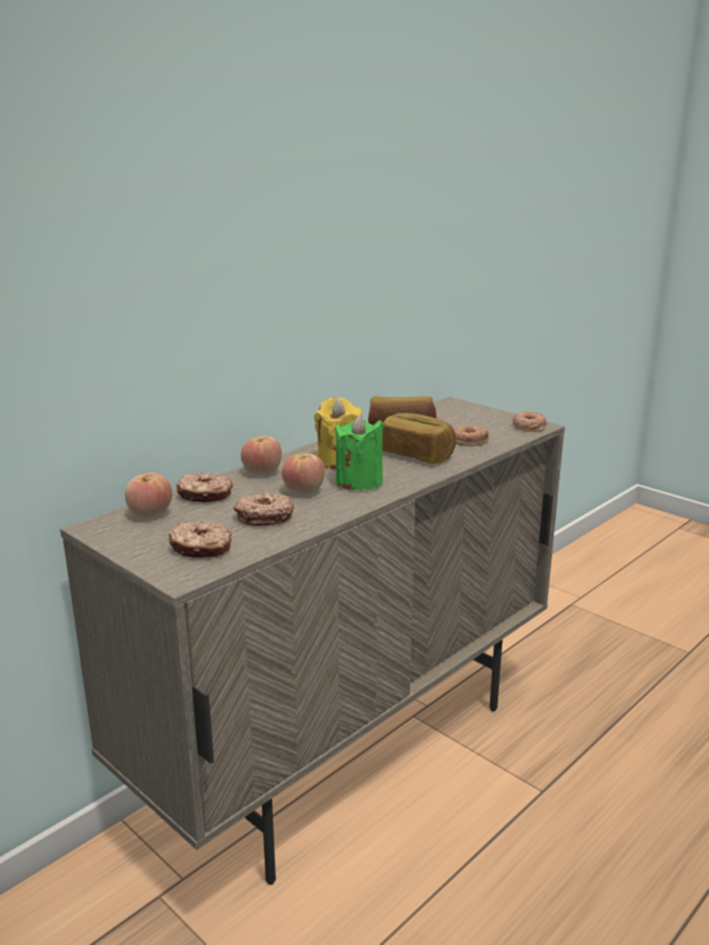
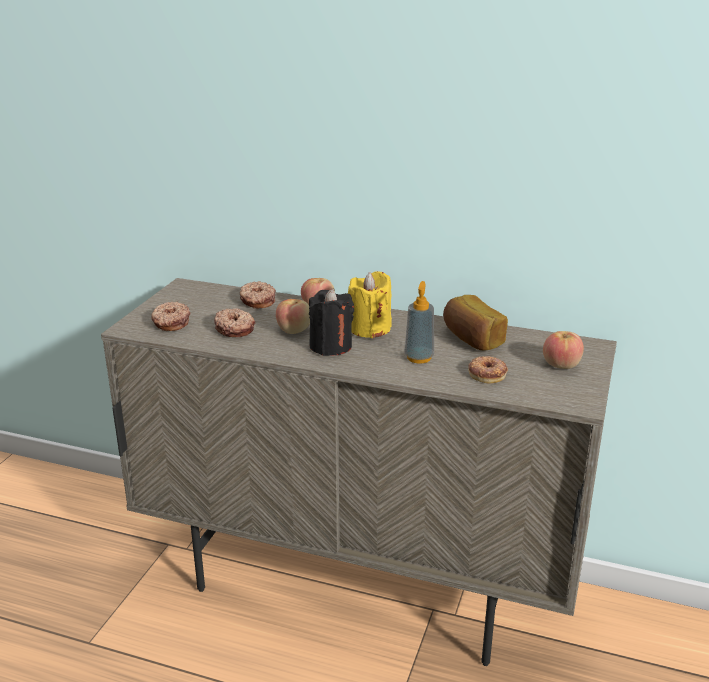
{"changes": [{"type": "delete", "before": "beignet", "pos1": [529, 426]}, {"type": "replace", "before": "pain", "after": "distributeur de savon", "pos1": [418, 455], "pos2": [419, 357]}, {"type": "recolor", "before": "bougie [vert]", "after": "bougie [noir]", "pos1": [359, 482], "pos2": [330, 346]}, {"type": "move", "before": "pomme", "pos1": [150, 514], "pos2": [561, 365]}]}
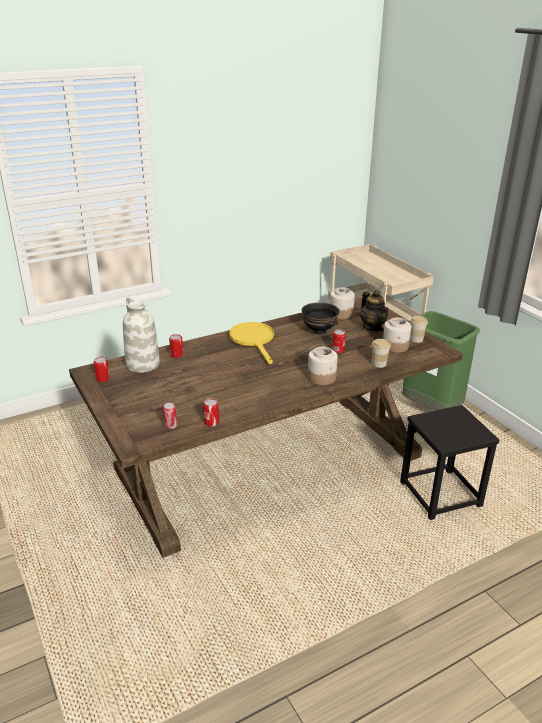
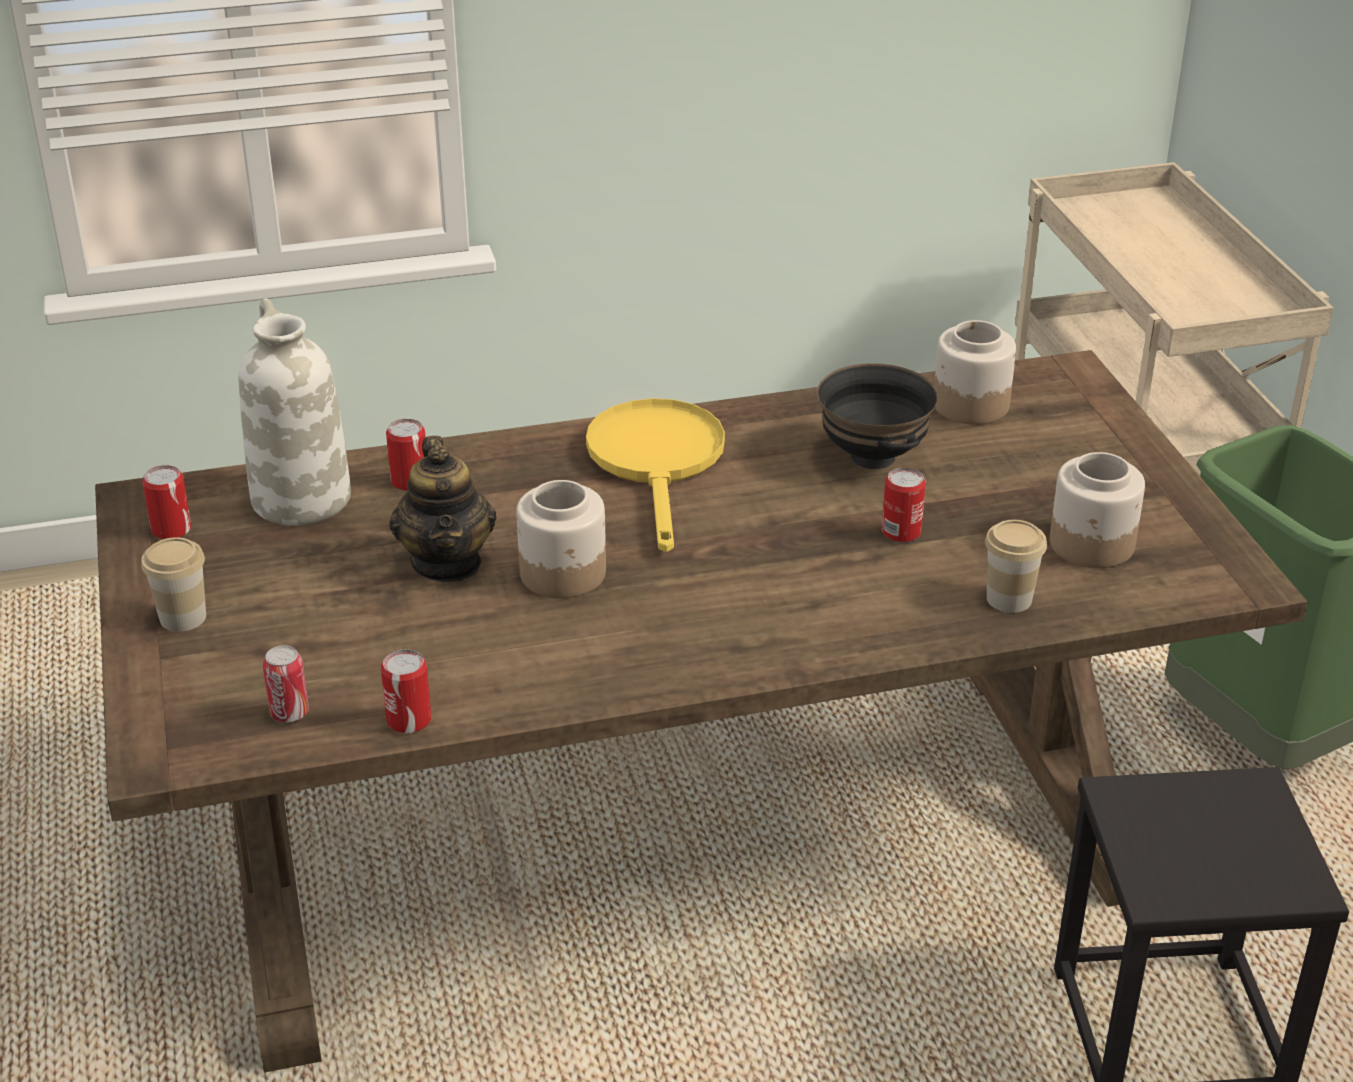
{"changes": [{"type": "move", "before": "théière", "pos1": [372, 327], "pos2": [447, 562]}, {"type": "move", "before": "tasse", "pos1": [416, 339], "pos2": [183, 617]}, {"type": "move", "before": "bocal", "pos1": [322, 378], "pos2": [564, 574]}]}
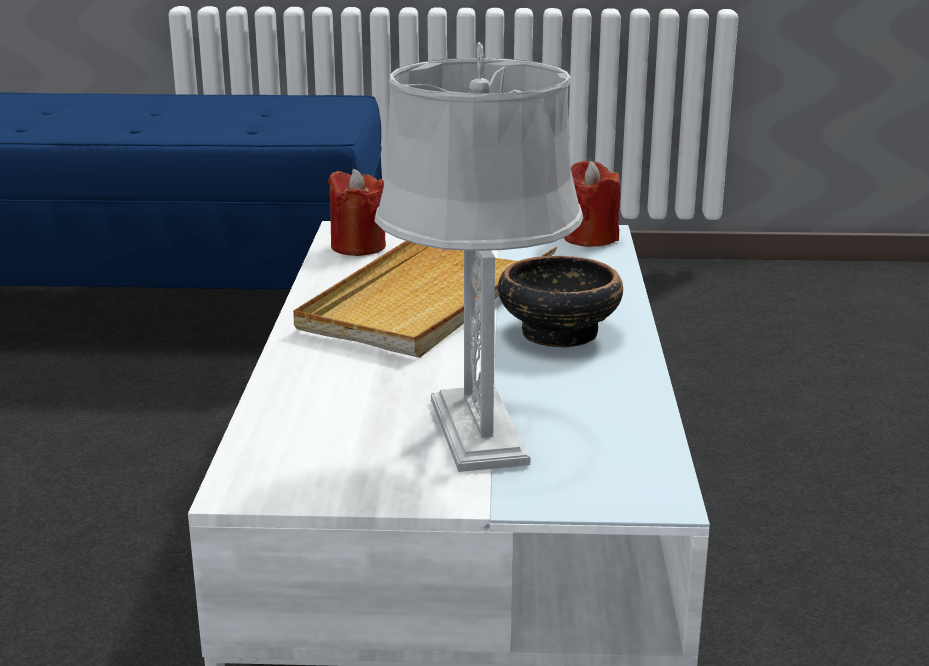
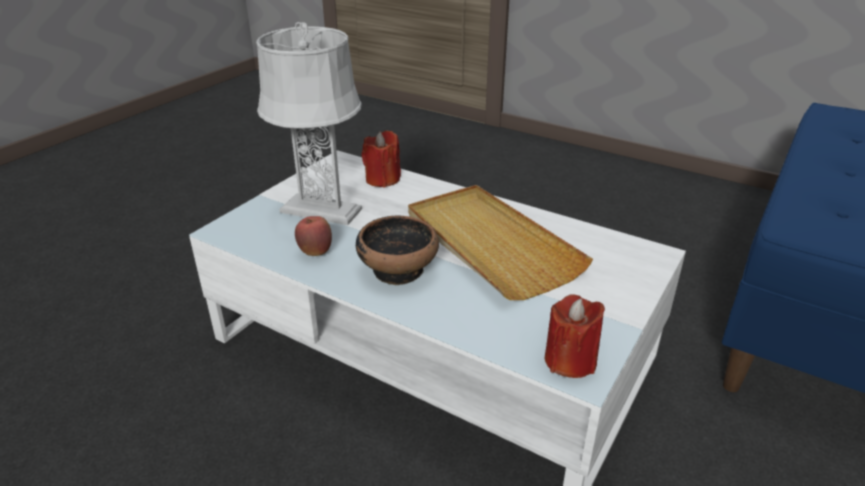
{"changes": [{"type": "move", "before": "bougie [rouge]", "pos1": [358, 247], "pos2": [382, 179]}, {"type": "insert", "after": "pomme", "pos2": [315, 252]}]}
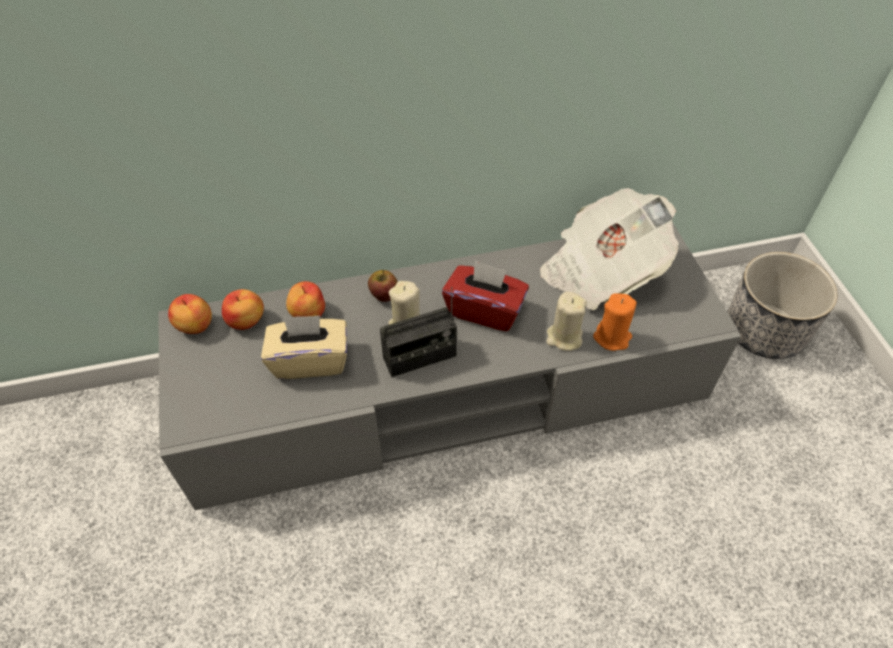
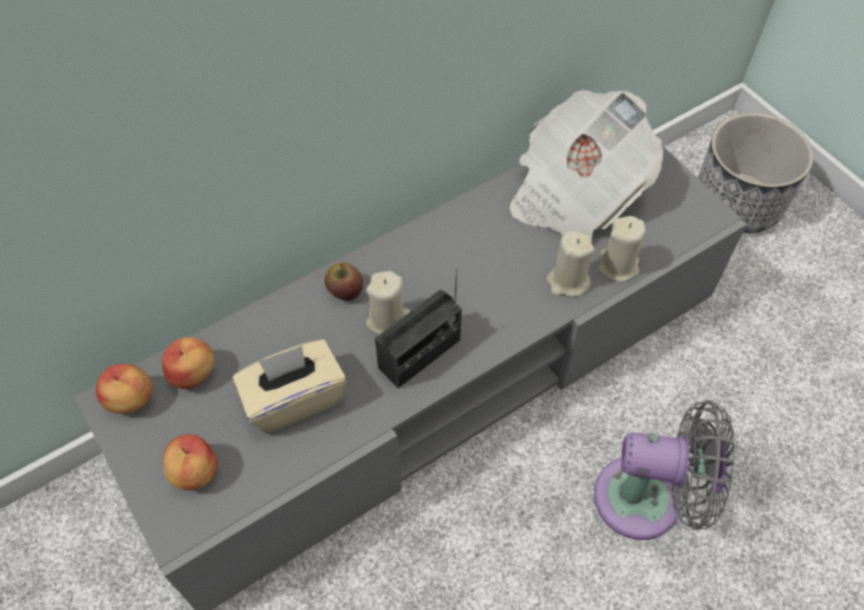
{"changes": [{"type": "delete", "before": "boîte à mouchoirs [rouge]", "pos1": [484, 310]}, {"type": "move", "before": "pomme", "pos1": [307, 313], "pos2": [194, 472]}, {"type": "recolor", "before": "bougie [orange]", "after": "bougie [beige]", "pos1": [612, 337], "pos2": [618, 266]}, {"type": "insert", "after": "ventilateur [gris]", "pos2": [647, 500]}]}
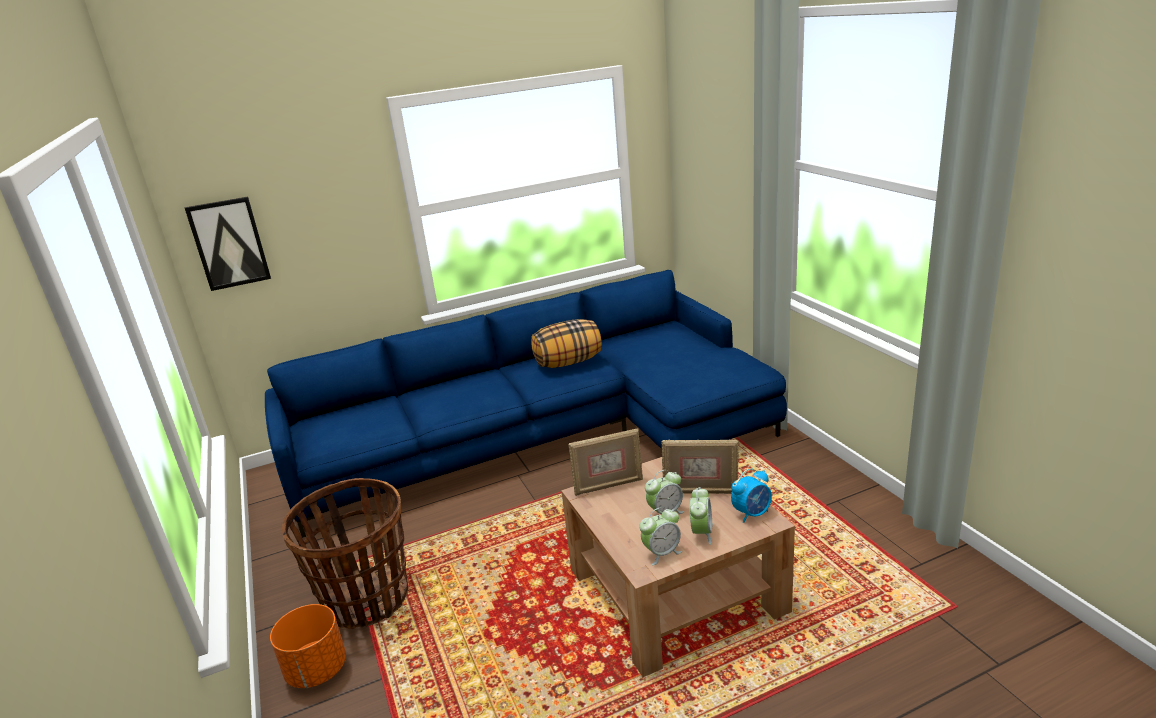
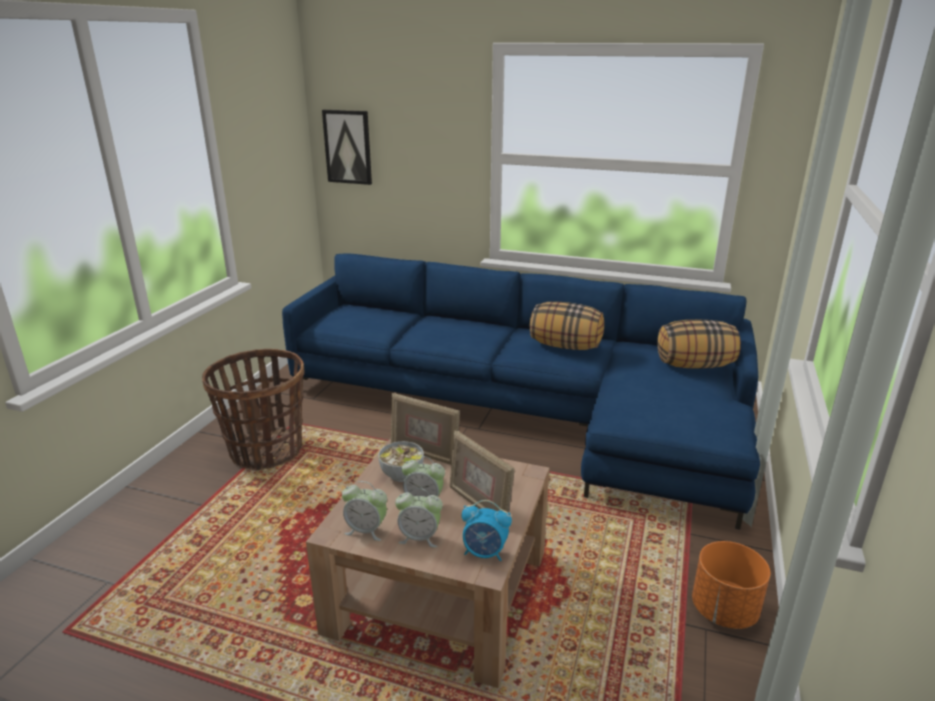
{"changes": [{"type": "rotate", "before": "réveil", "pos1": [701, 533], "pos2": [419, 537], "turn": 45}, {"type": "move", "before": "cache-pot [orange]", "pos1": [316, 670], "pos2": [723, 610]}, {"type": "insert", "after": "coussin", "pos2": [694, 365]}, {"type": "insert", "after": "bol", "pos2": [402, 474]}]}
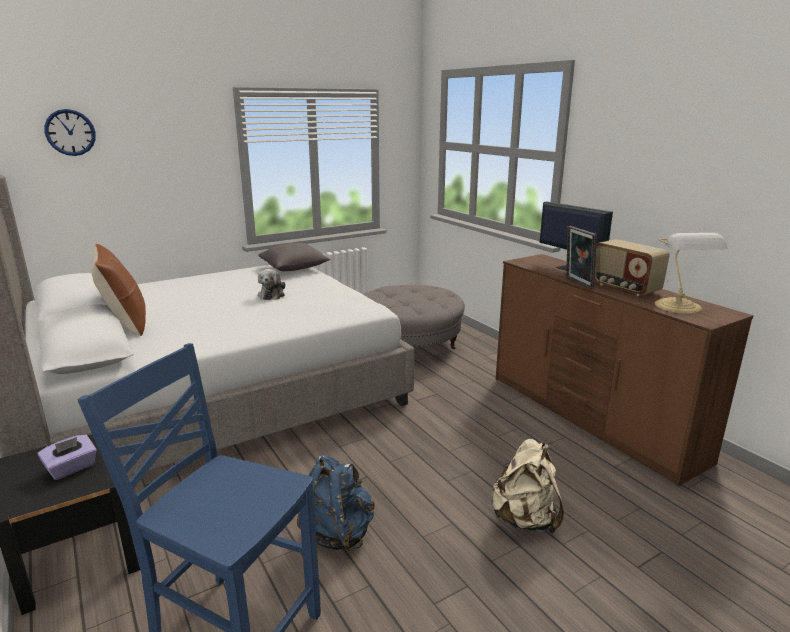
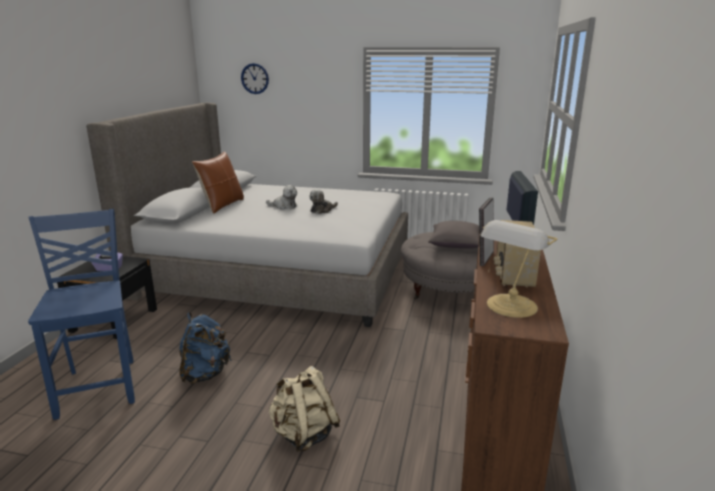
{"changes": [{"type": "move", "before": "coussin [gris]", "pos1": [294, 269], "pos2": [456, 245]}, {"type": "insert", "after": "peluche", "pos2": [284, 206]}]}
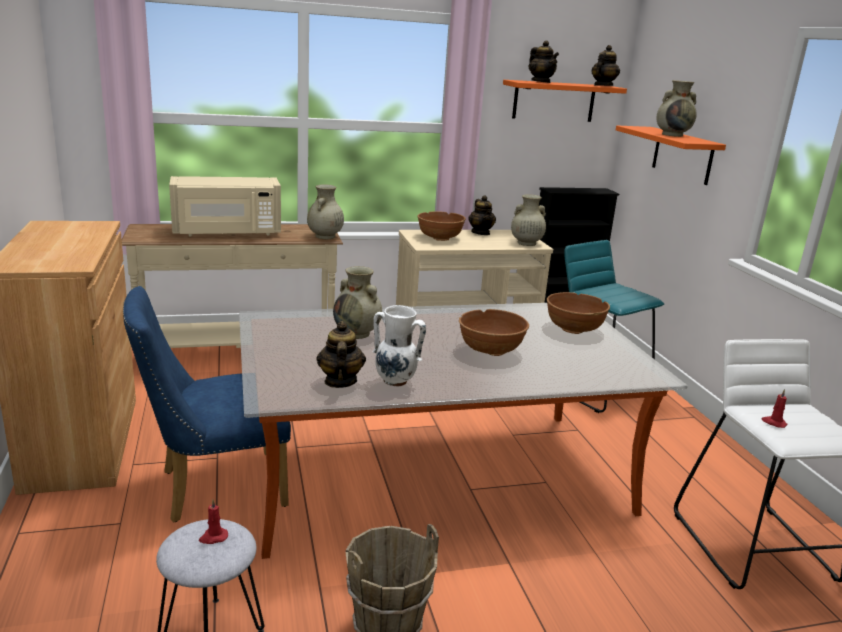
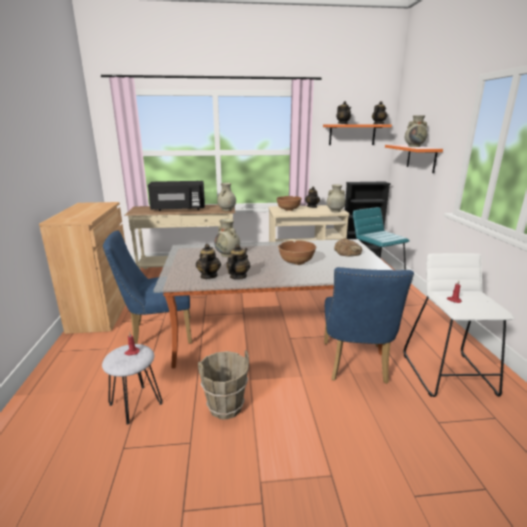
{"changes": [{"type": "recolor", "before": "micro-ondes [beige]", "after": "micro-ondes [noir]", "pos1": [227, 233], "pos2": [178, 209]}, {"type": "replace", "before": "bol [marron]", "after": "pain", "pos1": [573, 328], "pos2": [348, 252]}, {"type": "replace", "before": "vase [blanc]", "after": "théière", "pos1": [396, 382], "pos2": [238, 276]}, {"type": "insert", "after": "chaise [bleu]", "pos2": [355, 366]}]}
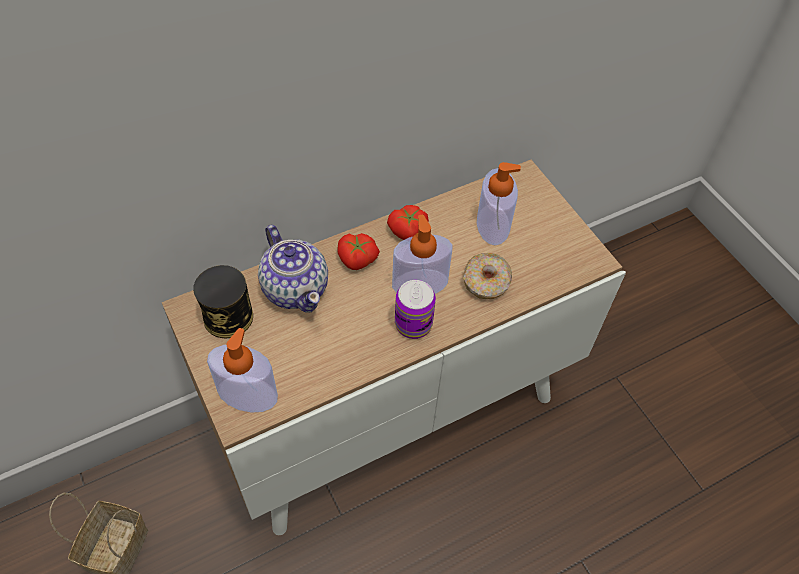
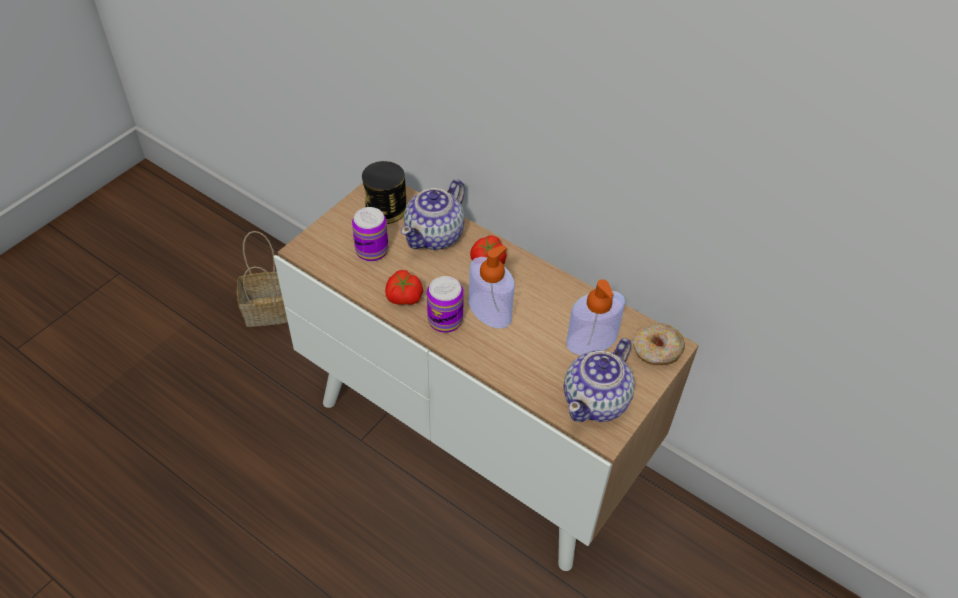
{"changes": [{"type": "move", "before": "tomate", "pos1": [408, 232], "pos2": [403, 297]}, {"type": "move", "before": "beignet", "pos1": [486, 282], "pos2": [656, 350]}, {"type": "delete", "before": "distributeur de savon", "pos1": [247, 394]}, {"type": "insert", "after": "boîte métallique", "pos2": [372, 251]}, {"type": "insert", "after": "théière", "pos2": [596, 400]}]}
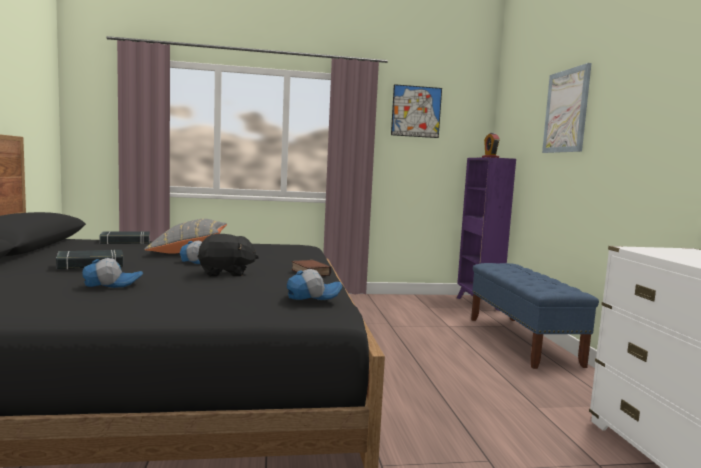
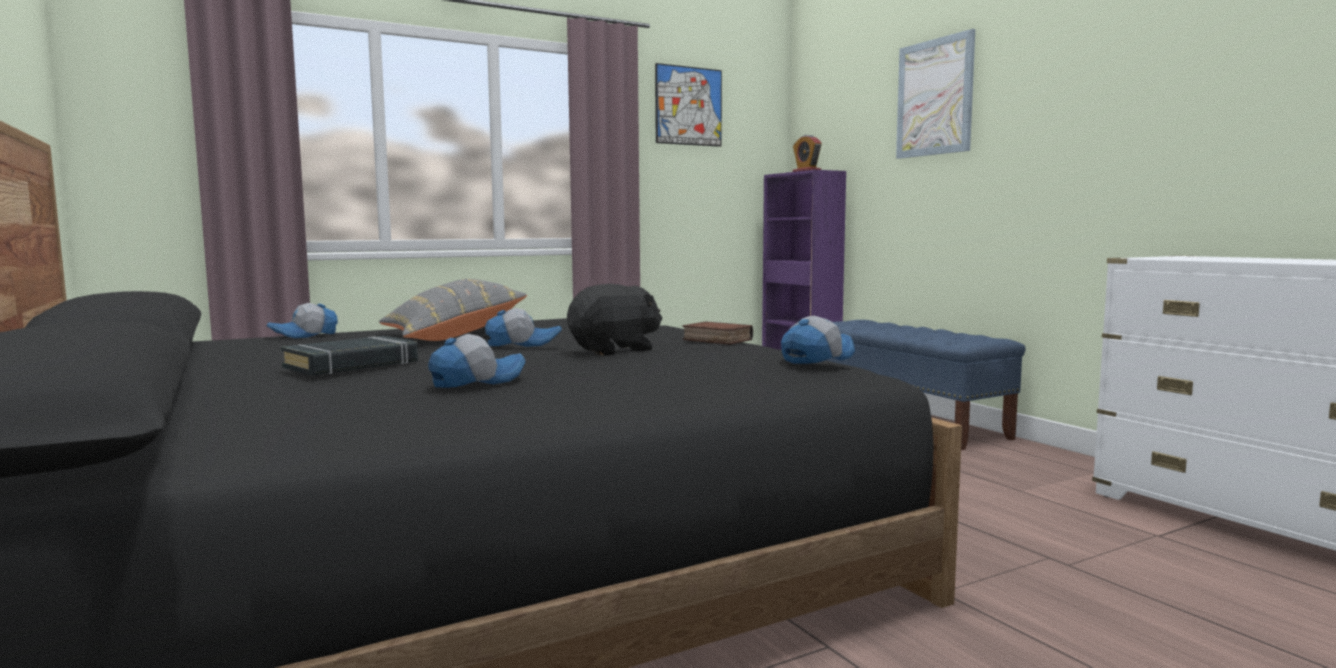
{"changes": [{"type": "replace", "before": "livre [noir]", "after": "casquette", "pos1": [125, 241], "pos2": [304, 335]}]}
